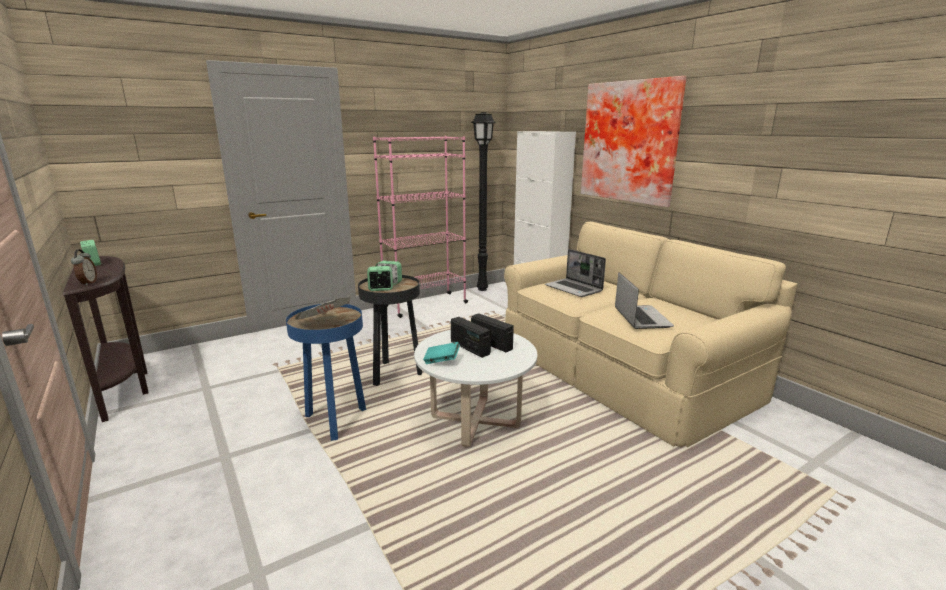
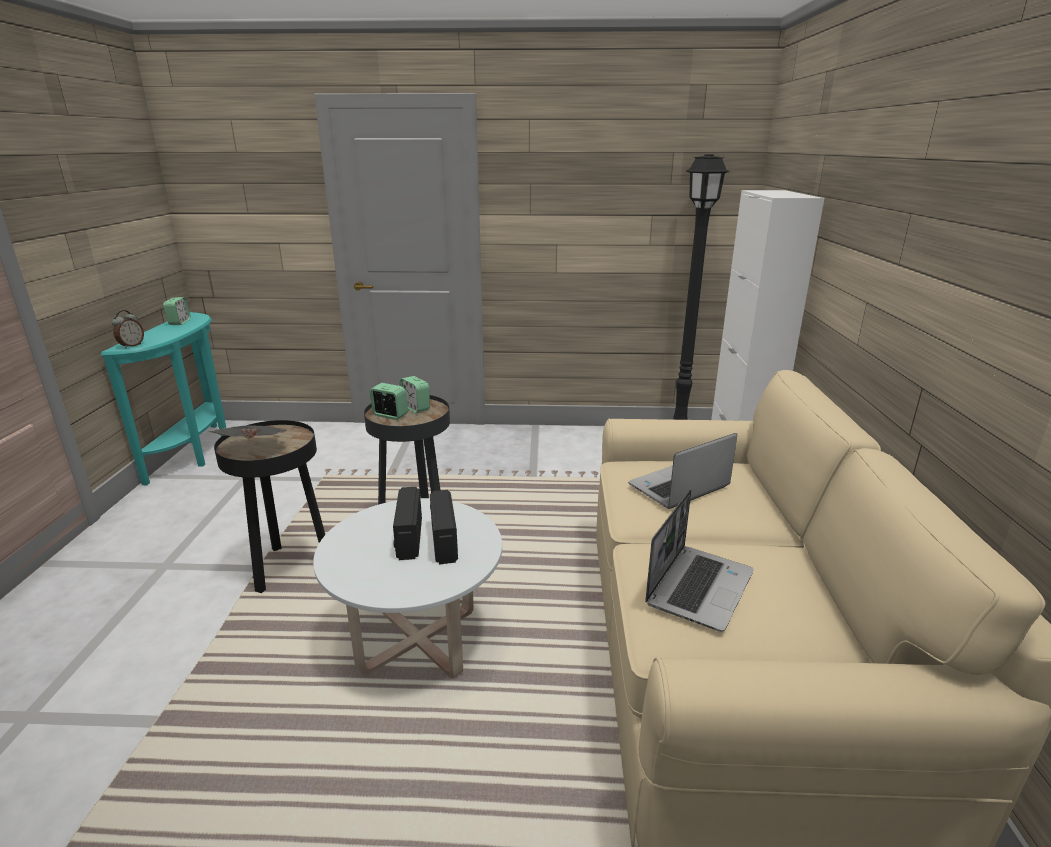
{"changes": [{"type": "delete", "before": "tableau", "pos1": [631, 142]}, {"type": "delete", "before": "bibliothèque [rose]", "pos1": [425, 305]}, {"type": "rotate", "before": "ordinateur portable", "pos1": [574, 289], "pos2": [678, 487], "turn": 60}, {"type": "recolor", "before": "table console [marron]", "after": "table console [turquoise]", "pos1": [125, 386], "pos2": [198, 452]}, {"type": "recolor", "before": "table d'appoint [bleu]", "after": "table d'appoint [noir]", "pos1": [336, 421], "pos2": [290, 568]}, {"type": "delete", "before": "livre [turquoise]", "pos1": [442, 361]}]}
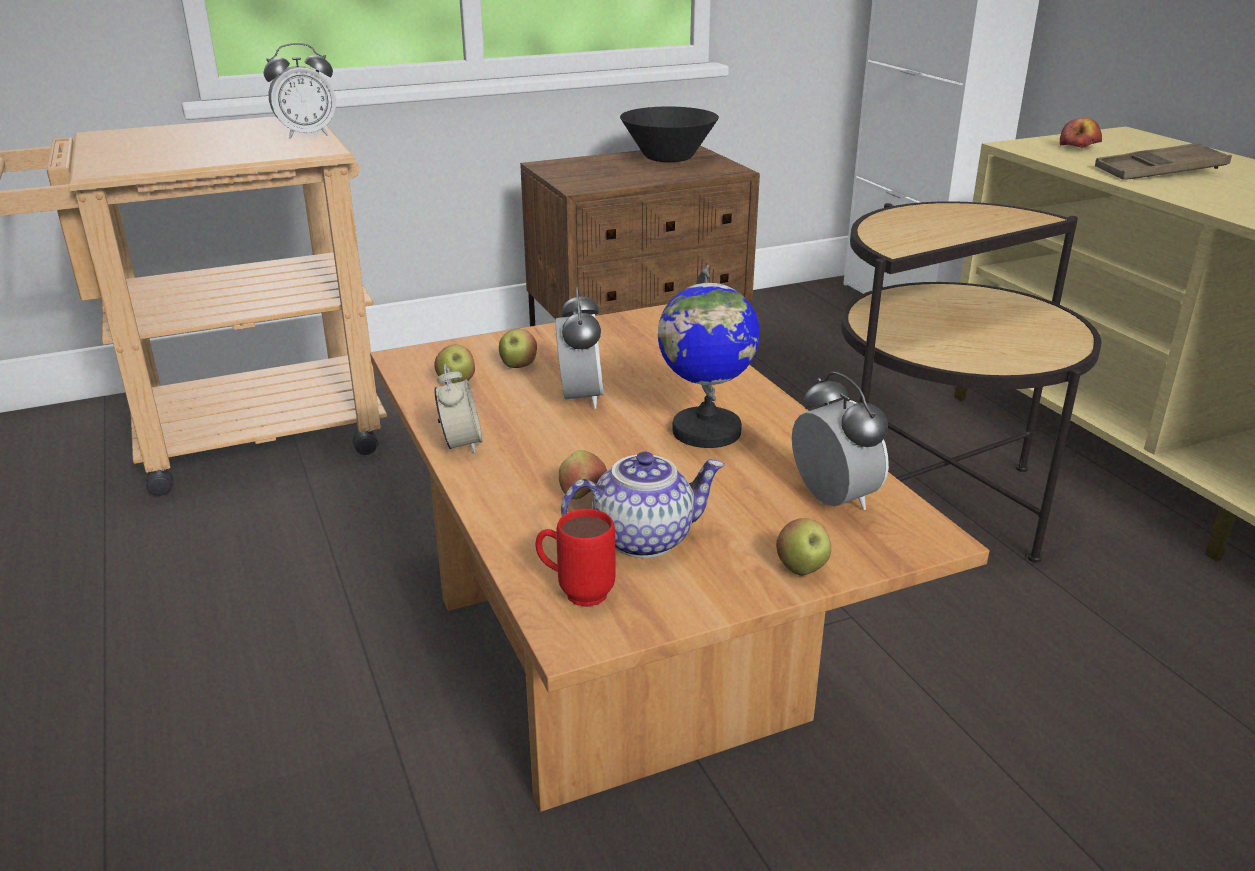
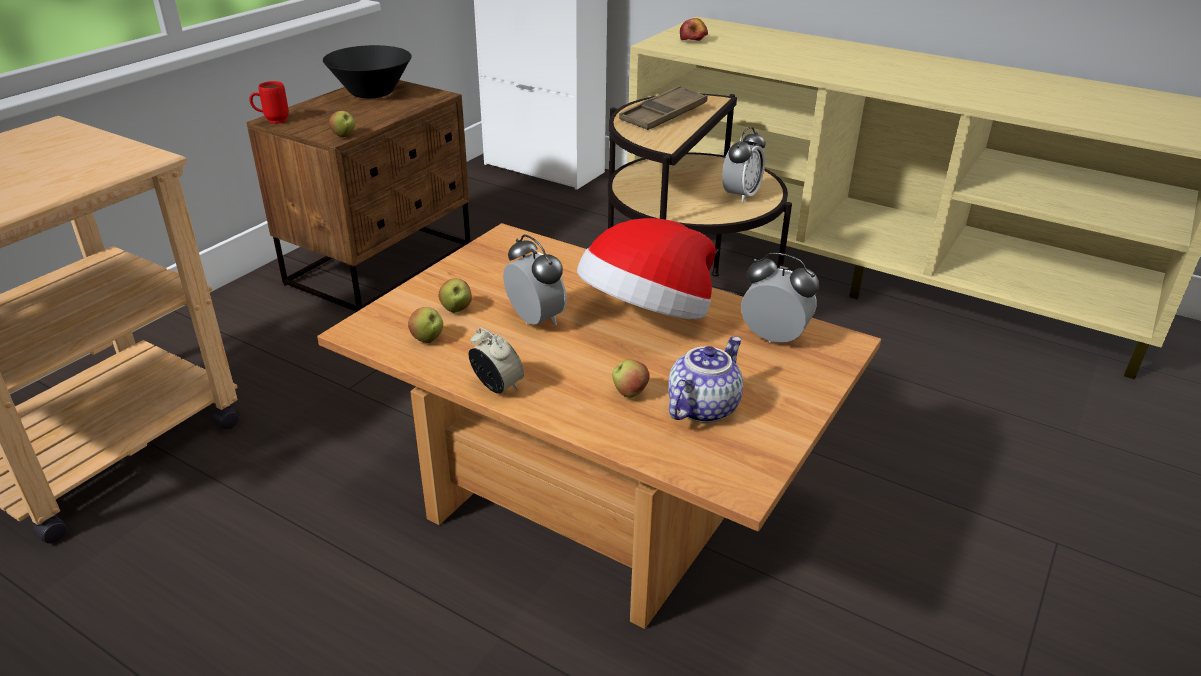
{"changes": [{"type": "move", "before": "réveil", "pos1": [307, 135], "pos2": [741, 195]}, {"type": "move", "before": "plateau [marron]", "pos1": [1159, 171], "pos2": [663, 115]}, {"type": "replace", "before": "globe", "after": "chapeau", "pos1": [705, 431], "pos2": [647, 317]}, {"type": "move", "before": "mug [rouge]", "pos1": [575, 593], "pos2": [272, 121]}, {"type": "move", "before": "pomme", "pos1": [802, 569], "pos2": [344, 136]}]}
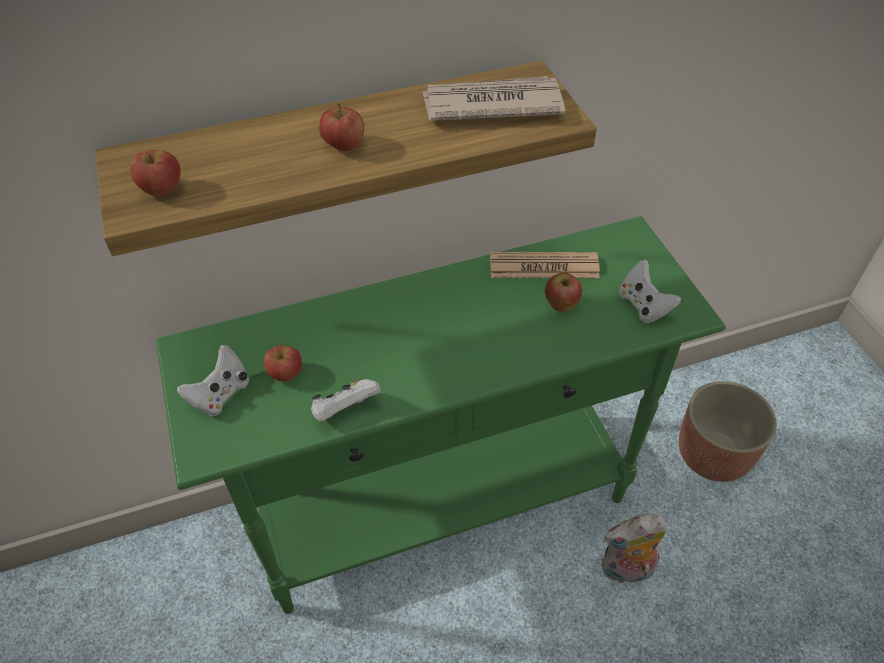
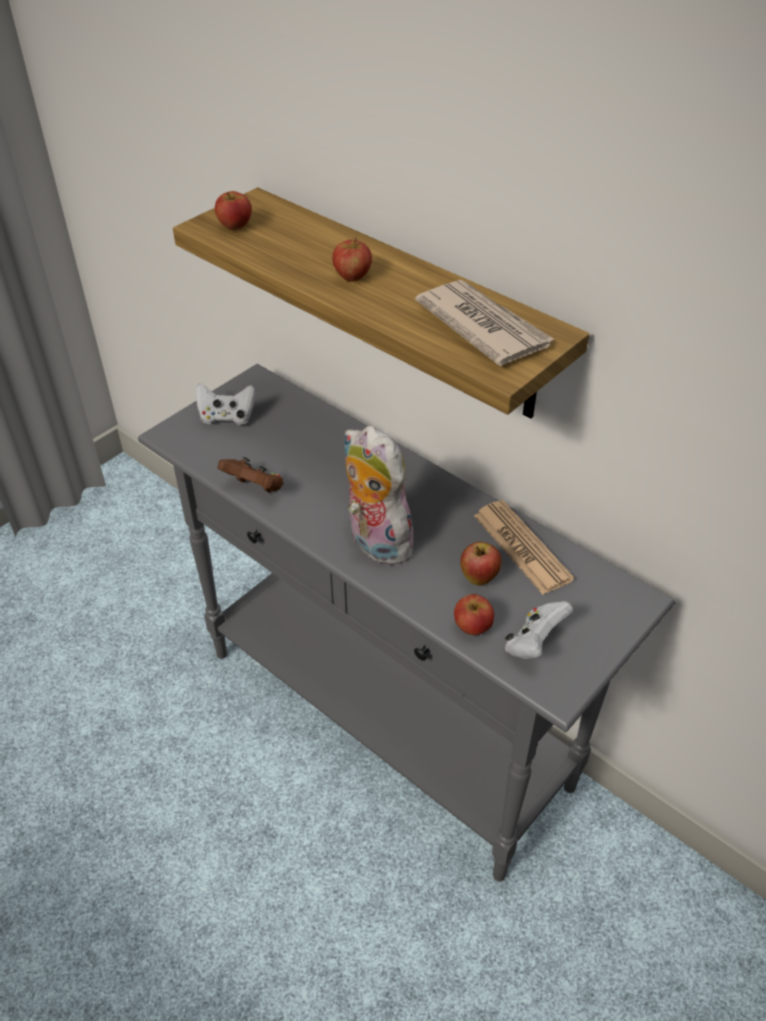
{"changes": [{"type": "recolor", "before": "table console [vert]", "after": "table console [gris]", "pos1": [444, 506], "pos2": [385, 719]}, {"type": "move", "before": "pomme", "pos1": [285, 374], "pos2": [472, 627]}, {"type": "recolor", "before": "manette [blanc]", "after": "manette [marron]", "pos1": [345, 411], "pos2": [255, 488]}, {"type": "delete", "before": "cache-pot", "pos1": [712, 455]}, {"type": "move", "before": "peluche", "pos1": [626, 570], "pos2": [374, 542]}]}
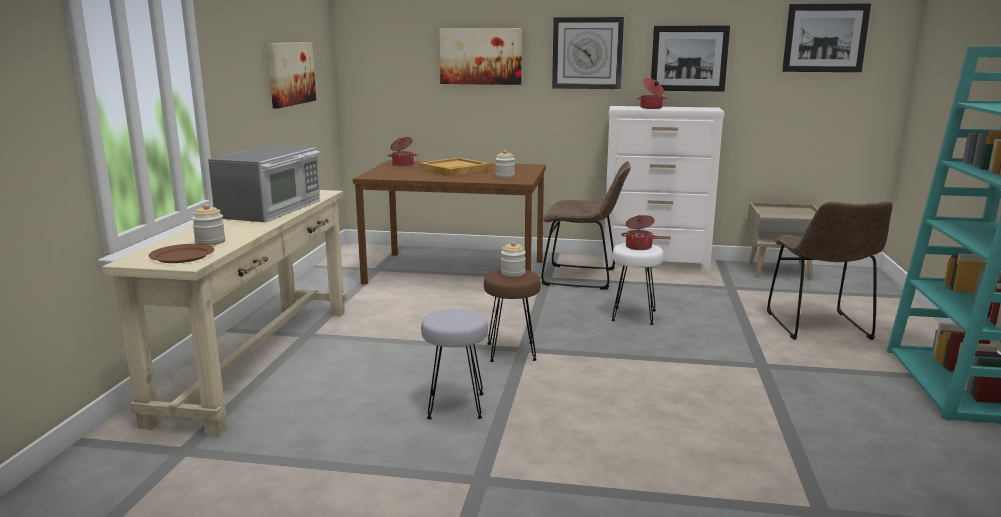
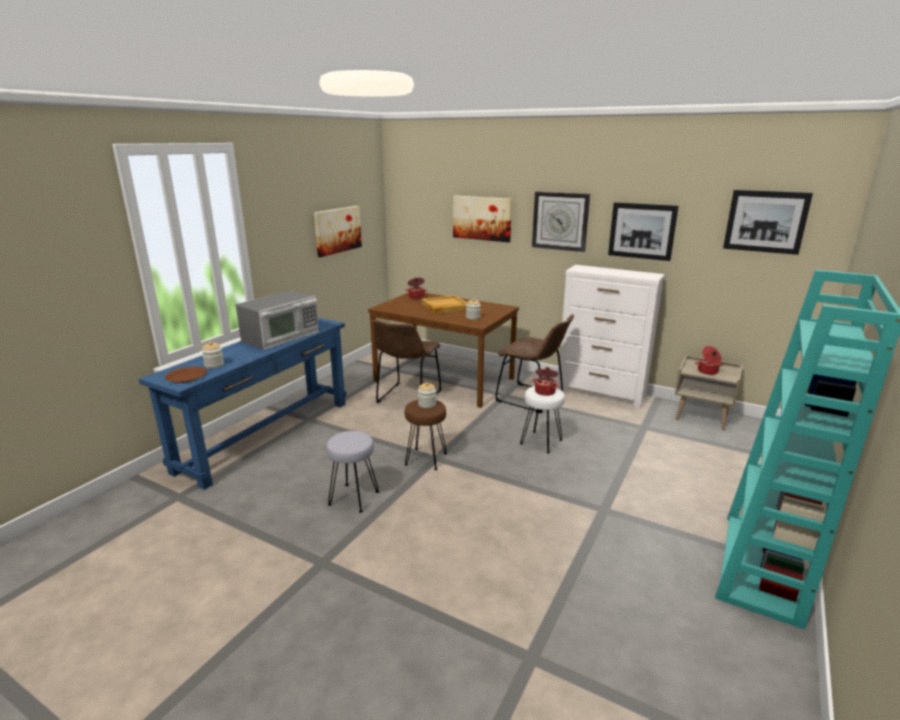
{"changes": [{"type": "move", "before": "marmite", "pos1": [651, 108], "pos2": [707, 371]}, {"type": "recolor", "before": "table console [beige]", "after": "table console [bleu]", "pos1": [259, 360], "pos2": [267, 435]}, {"type": "move", "before": "chaise [marron]", "pos1": [820, 328], "pos2": [407, 398]}]}
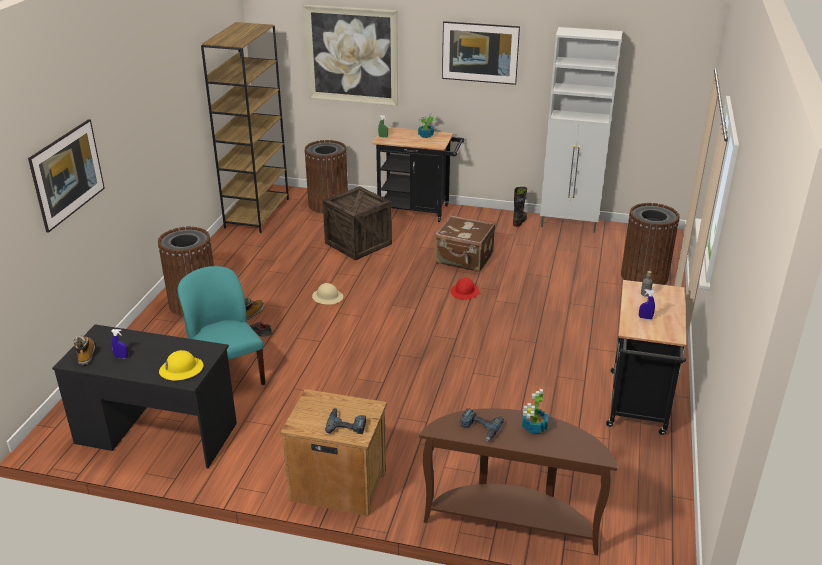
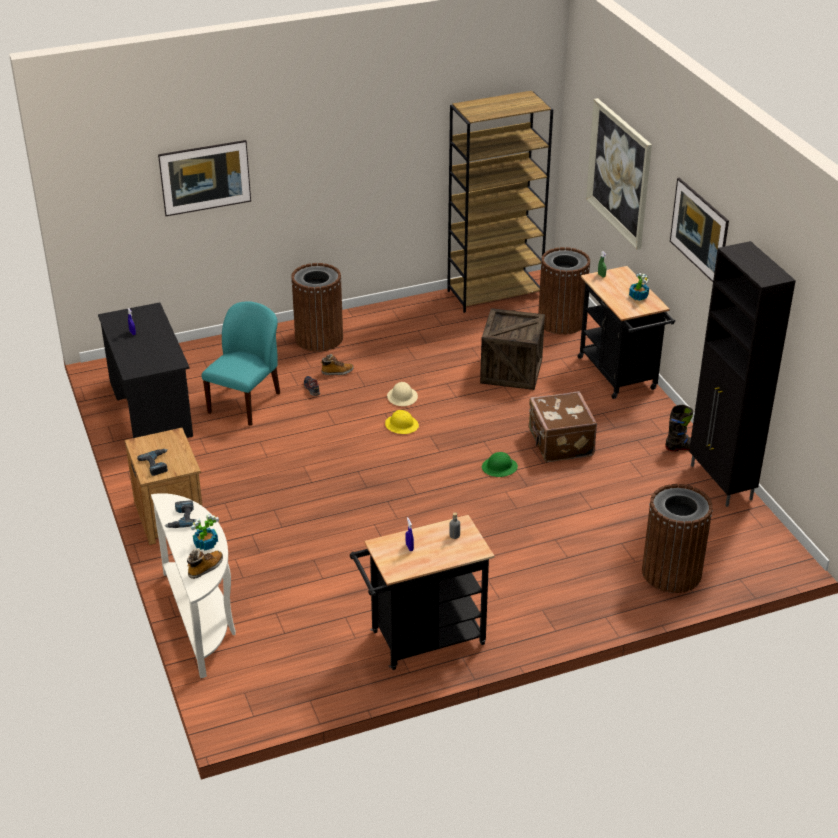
{"changes": [{"type": "recolor", "before": "meuble de rangement [blanc]", "after": "meuble de rangement [noir]", "pos1": [569, 225], "pos2": [721, 483]}, {"type": "recolor", "before": "casque de chantier [rouge]", "after": "casque de chantier [vert]", "pos1": [465, 292], "pos2": [499, 468]}, {"type": "move", "before": "botte", "pos1": [86, 354], "pos2": [205, 568]}, {"type": "move", "before": "casque de chantier [jaune]", "pos1": [181, 369], "pos2": [401, 425]}, {"type": "recolor", "before": "table console [marron]", "after": "table console [blanc]", "pos1": [512, 521], "pos2": [202, 619]}]}
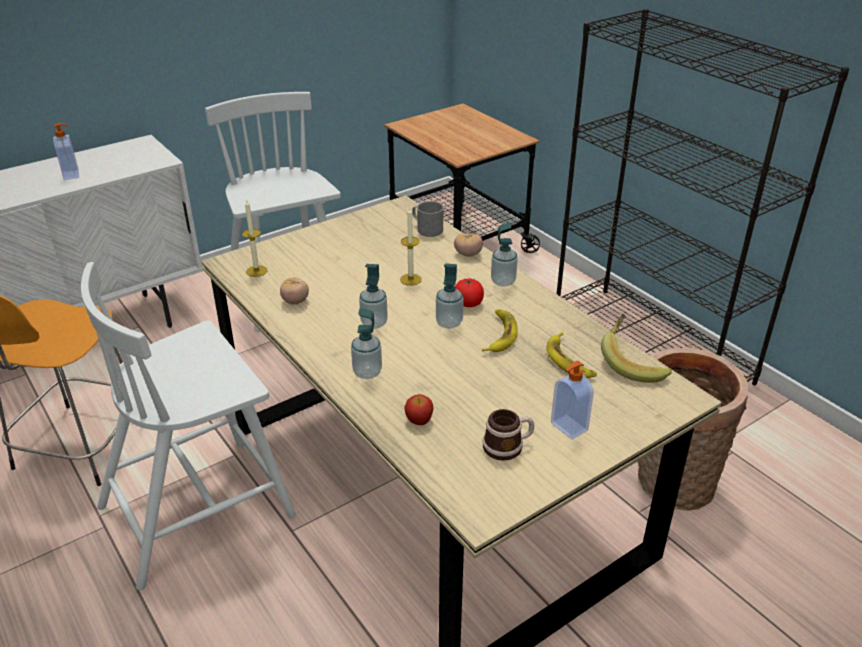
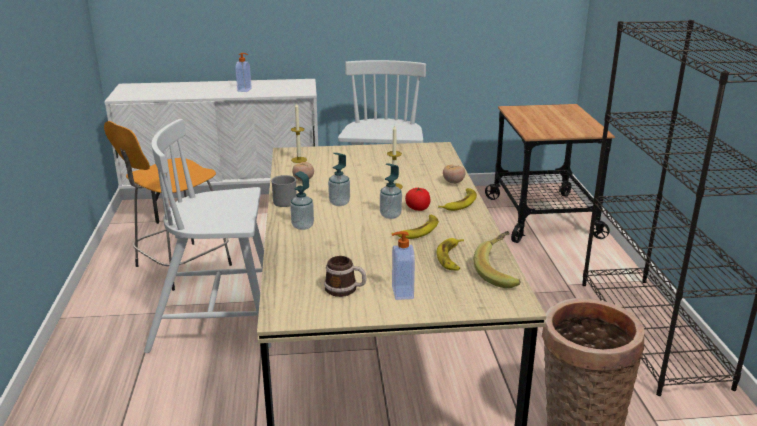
{"changes": [{"type": "move", "before": "mug [gris]", "pos1": [426, 229], "pos2": [284, 200]}, {"type": "replace", "before": "distributeur de savon", "after": "banane", "pos1": [503, 281], "pos2": [460, 203]}, {"type": "delete", "before": "pomme", "pos1": [419, 420]}]}
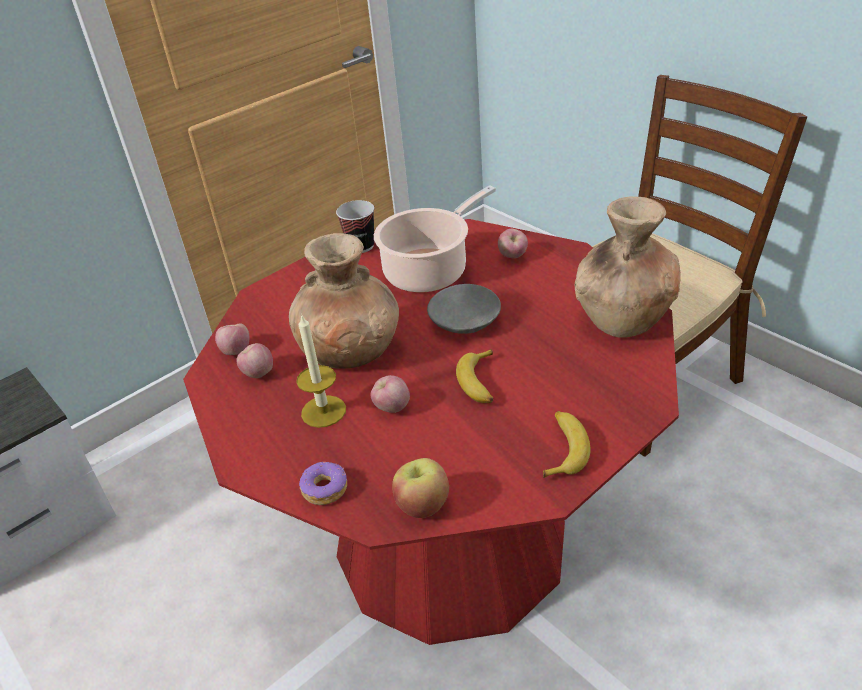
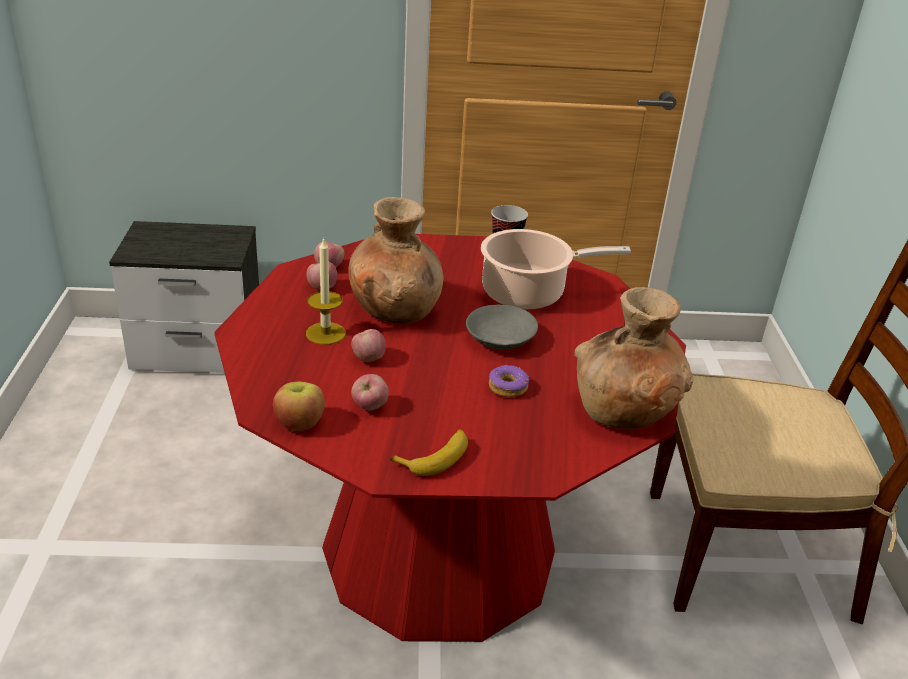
{"changes": [{"type": "move", "before": "pomme", "pos1": [513, 256], "pos2": [370, 407]}, {"type": "delete", "before": "banane", "pos1": [480, 383]}, {"type": "move", "before": "beignet", "pos1": [324, 489], "pos2": [508, 387]}]}
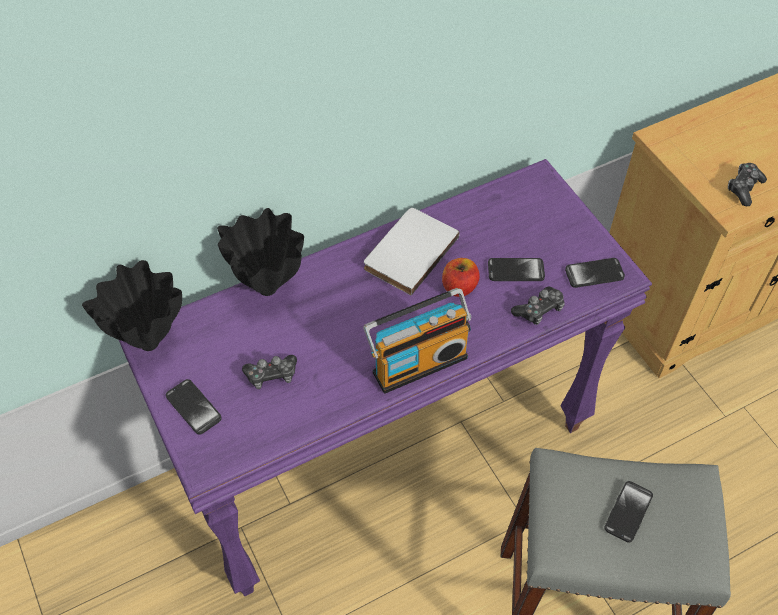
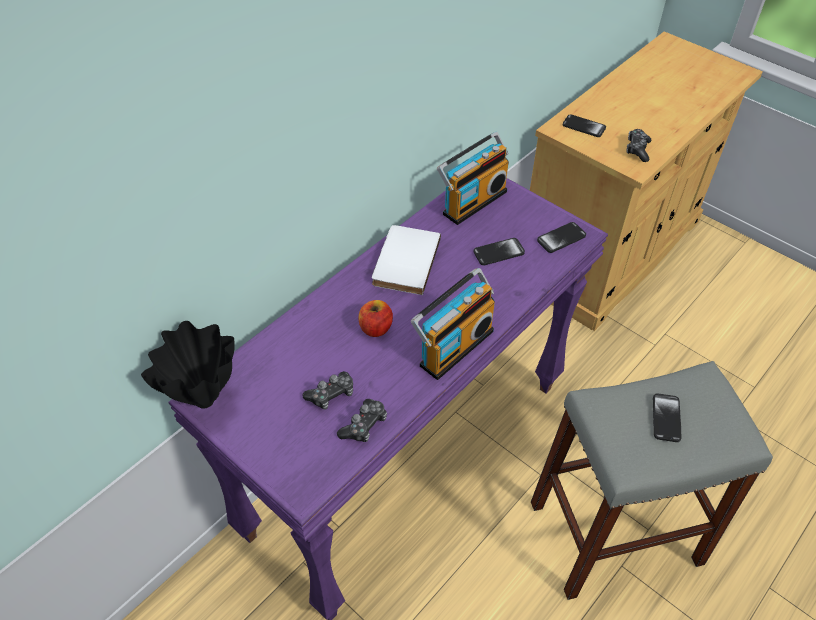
{"changes": [{"type": "delete", "before": "vase [noir]", "pos1": [269, 289]}, {"type": "move", "before": "pomme", "pos1": [459, 287], "pos2": [375, 328]}, {"type": "move", "before": "manette", "pos1": [539, 310], "pos2": [364, 425]}, {"type": "move", "before": "téléphone", "pos1": [193, 407], "pos2": [583, 127]}, {"type": "insert", "after": "radio", "pos2": [472, 201]}]}
